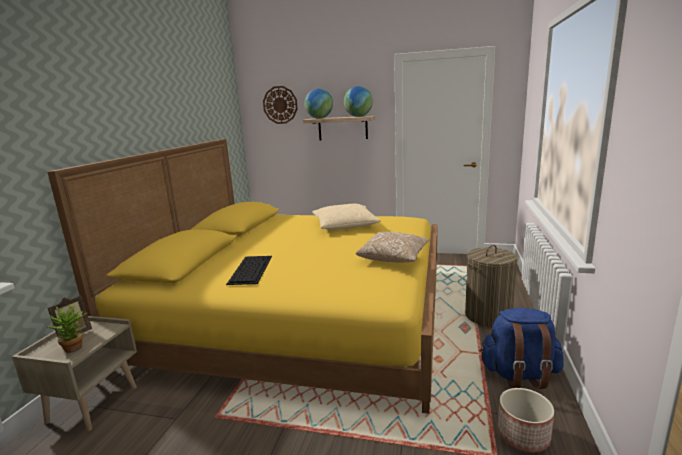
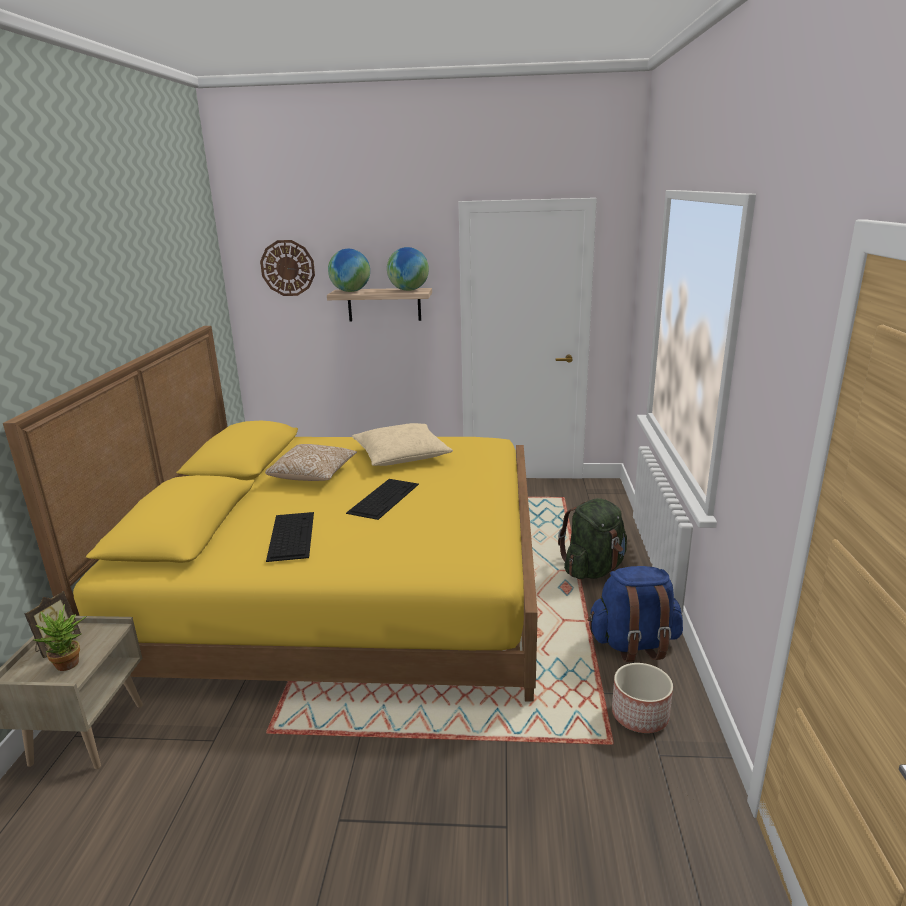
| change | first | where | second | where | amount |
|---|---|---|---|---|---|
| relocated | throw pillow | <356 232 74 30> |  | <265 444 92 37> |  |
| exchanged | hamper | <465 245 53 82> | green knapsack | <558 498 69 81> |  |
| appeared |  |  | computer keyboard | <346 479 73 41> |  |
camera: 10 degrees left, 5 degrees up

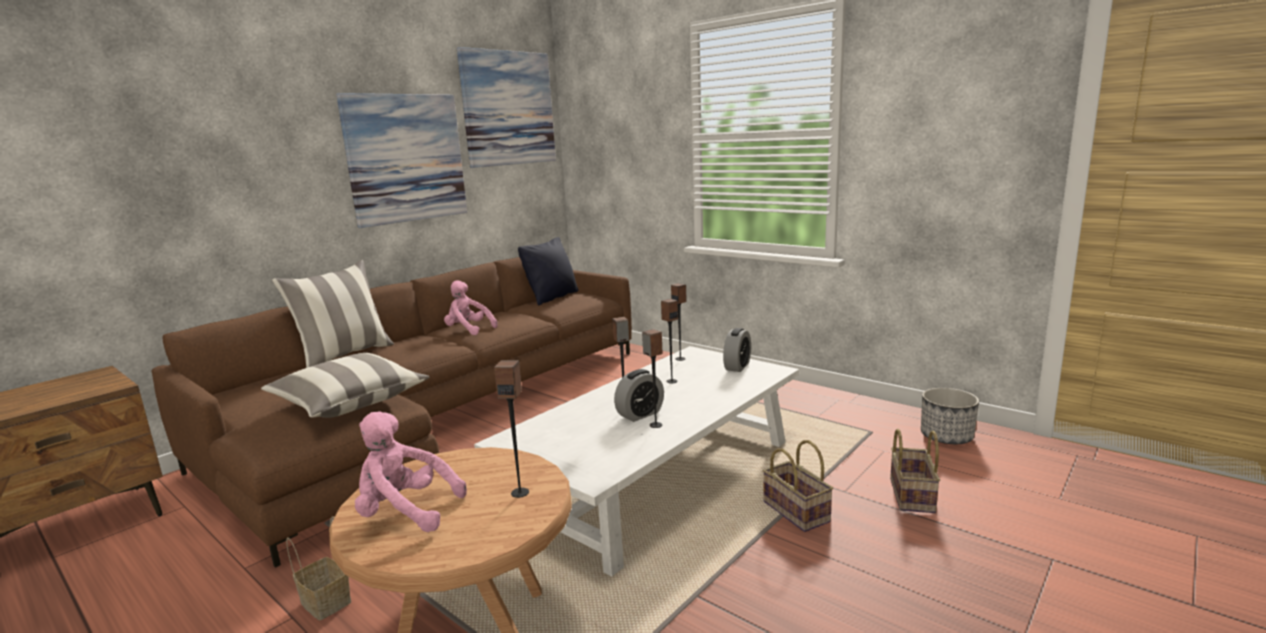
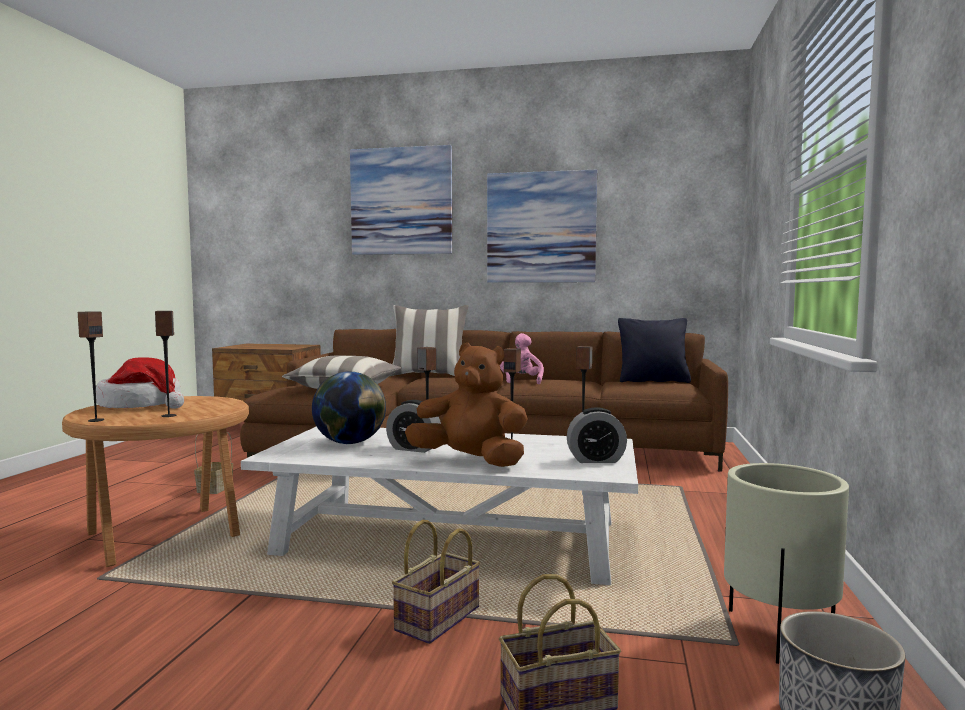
| change | first | where | second | where | amount |
|---|---|---|---|---|---|
| relocated | wall picture | <457 47 99 121> |  | <350 145 102 110> |  |
| relocated | loudspeaker | <642 329 21 99> |  | <78 311 26 111> |  |
| exchanged | pink plush toy | <355 412 112 120> | hat | <96 357 88 52> |  |
| appeared |  |  | brown plush toy | <405 343 123 124> |  |
| appeared |  |  | globe | <312 371 74 73> |  |
| appeared |  |  | sand-coloured plant pot | <724 463 125 201> |  |
camera: 60 degrees right, 10 degrees down

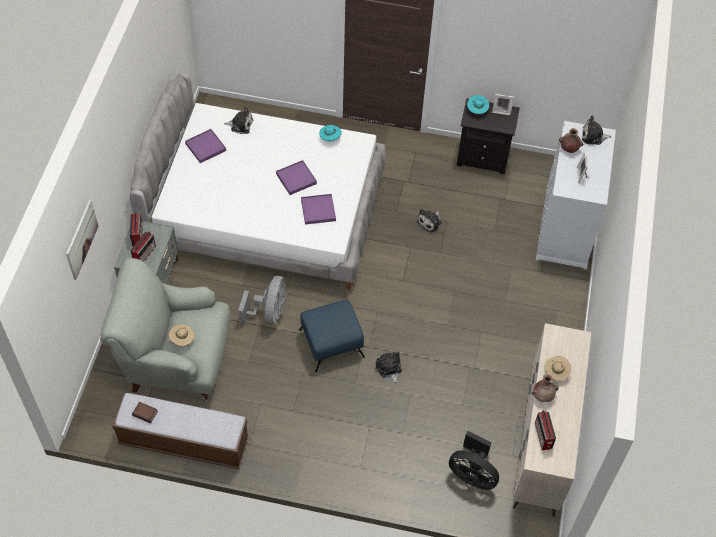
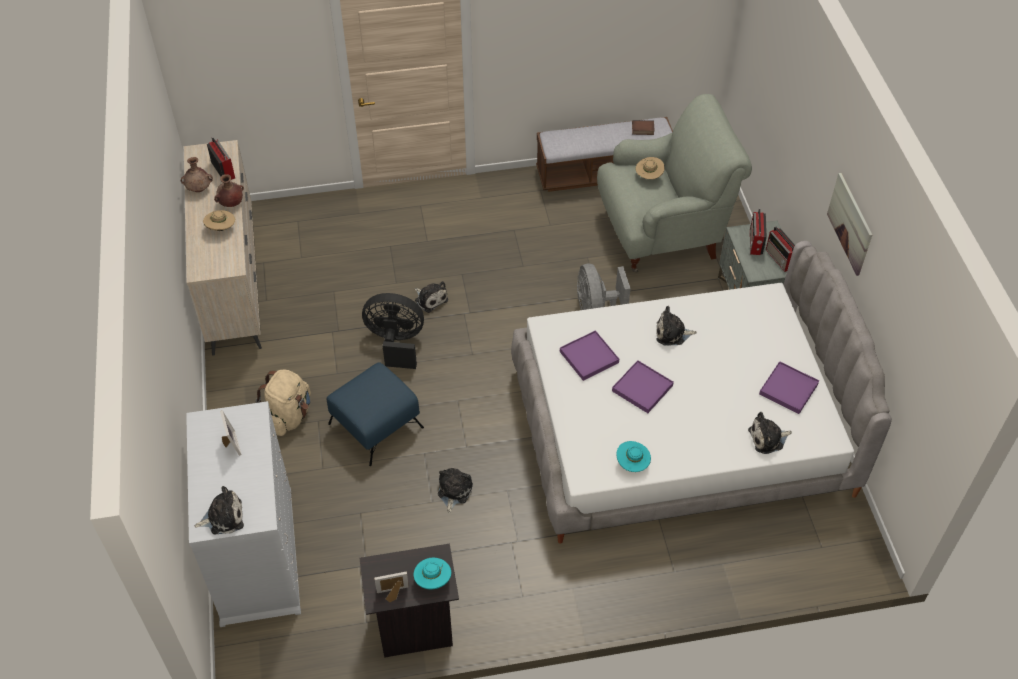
| change | first | where | second | where | amount |
|---|---|---|---|---|---|
| relocated | brown decorative vase | <559 128 24 25> |  | <181 157 32 35> |  |
| relocated | wall picture | <66 200 32 80> |  | <827 173 45 103> |  |
| relocated | blue pouffe | <299 299 66 73> |  | <326 362 98 104> |  |
| relocated | black fan | <449 431 50 59> |  | <362 293 62 76> |  |
| appeared |  |  | plush toy | <657 306 40 40> |  |
| appeared |  |  | sand-coloured knapsack | <255 370 56 66> |  |
camera: 160 degrees right, 5 degrees down

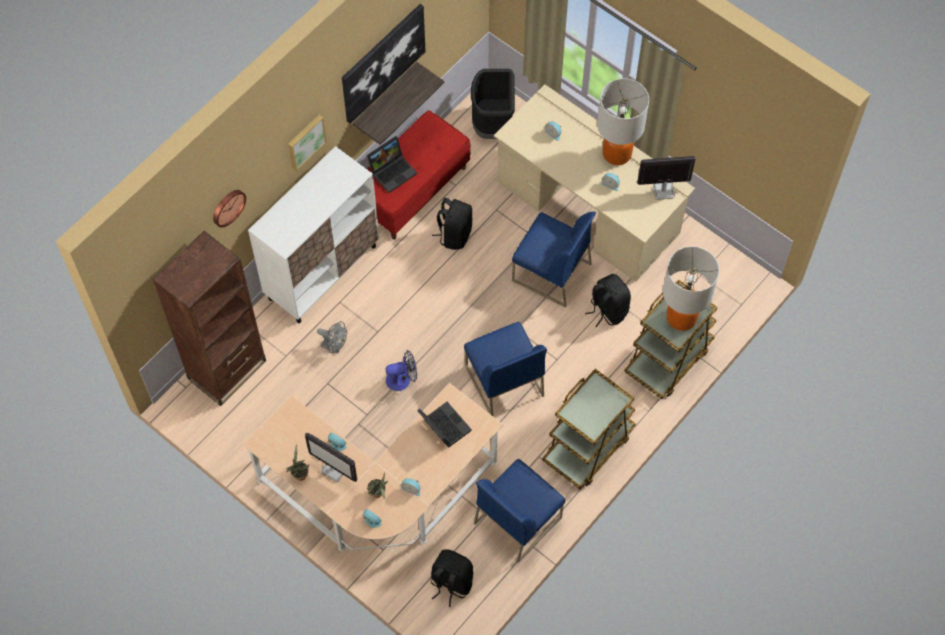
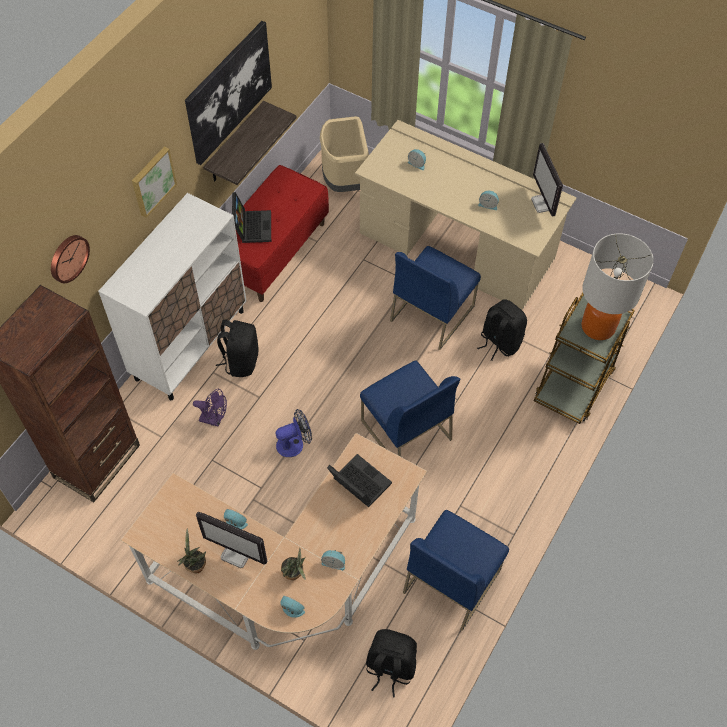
| change | first | where | second | where | amount |
|---|---|---|---|---|---|
| colour | black rubbish bin | <471 69 44 70> | sand-coloured rubbish bin | <320 116 49 76> |  |
| missing | tabletop lamp | <597 78 52 87> |  |  |  |
| spun | notebook computer | <367 136 50 57> |  | <232 192 39 51> | 45 degrees counterclockwise |
| spun | computer display | <637 156 59 44> |  | <531 143 32 73> | 90 degrees counterclockwise |
| relocated | black knapsack | <432 198 40 52> |  | <216 320 43 57> |  |
| spun | blue upright chair | <512 212 84 95> |  | <390 246 91 104> | 105 degrees clockwise |
| colour | greyish fan | <317 321 30 33> | purplish fan | <193 389 34 38> |  |
| missing | brown trolley | <542 369 94 120> |  |  |  |
camera: 10 degrees left, 5 degrees down

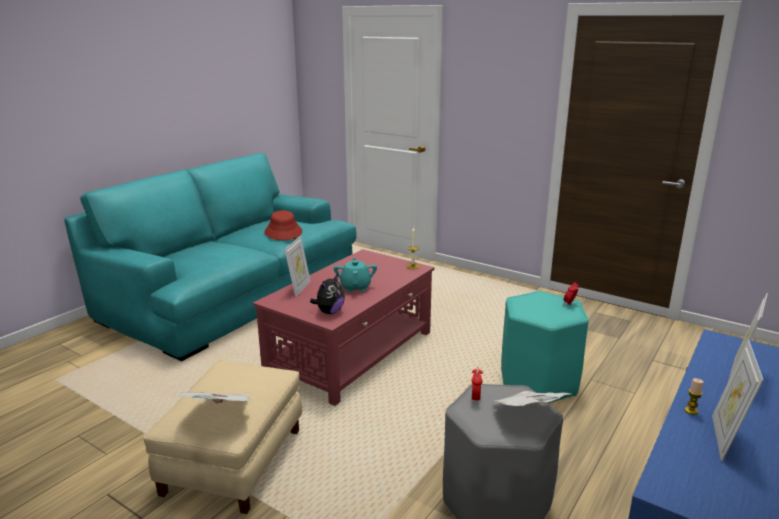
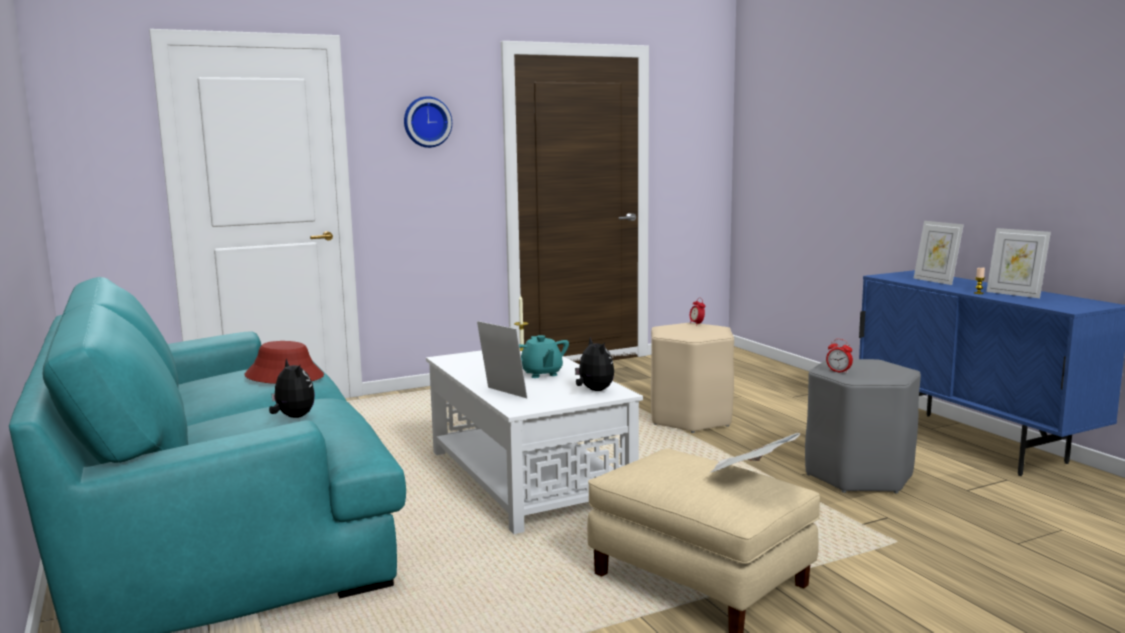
| change | first | where | second | where | amount |
|---|---|---|---|---|---|
| colour | reddish lounge table | <253 249 182 157> | white-coloured lounge table | <426 350 217 184> |  |
| spun | blue-green tea pot | <334 258 43 34> |  | <519 335 50 43> | 135 degrees counterclockwise |
| colour | blue-green stool seat | <501 291 88 112> | sand-coloured stool seat | <651 323 83 110> |  |
| missing | daily paper | <494 391 76 15> |  |  |  |
| appeared |  |  | wall clock | <404 96 48 52> |  |
| appeared |  |  | plush toy | <269 358 46 60> |  |
camera: 60 degrees left, 10 degrees down

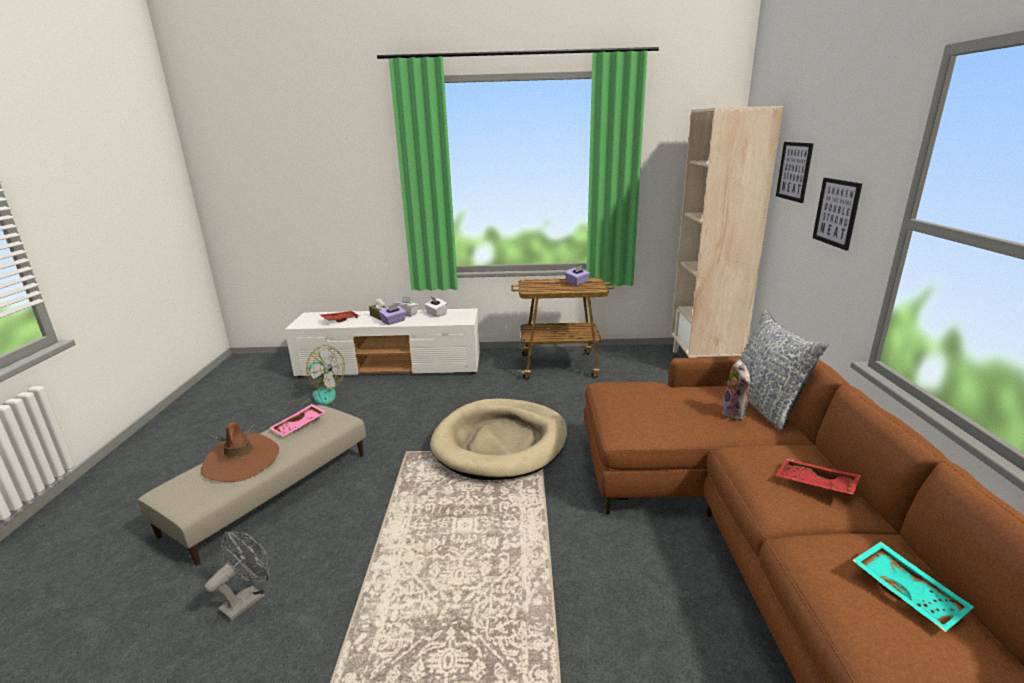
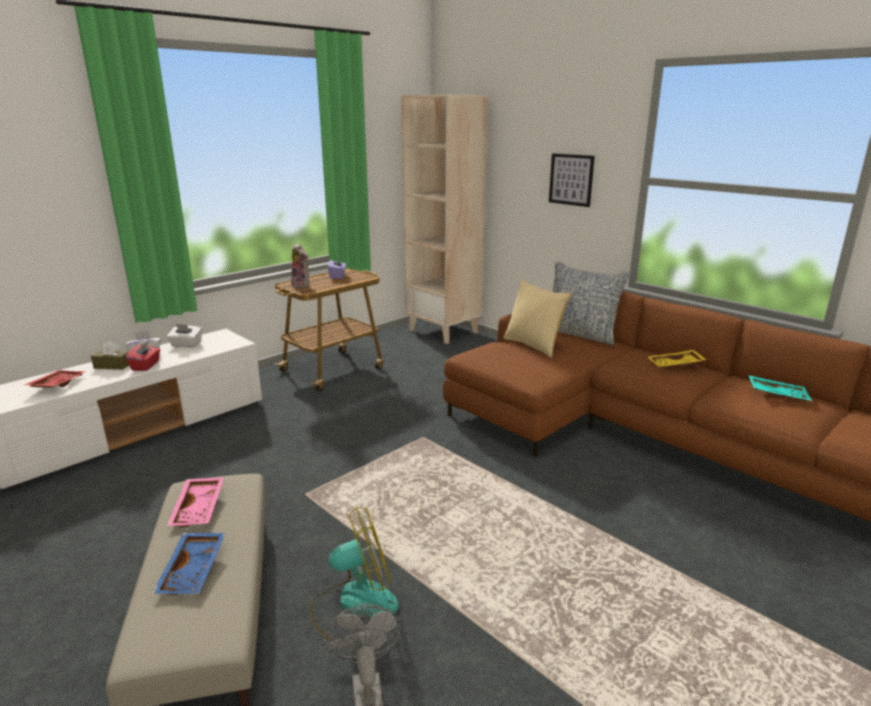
| change | first | where | second | where | amount |
|---|---|---|---|---|---|
| missing | wall picture | <776 142 38 61> |  |  |  |
| colour | purplish tissue box | <379 304 28 21> | reddish tissue box | <126 340 34 31> |  |
| relocated | fan | <292 345 53 61> |  | <309 506 90 139> |  |
| relocated | plush toy | <721 360 31 61> |  | <291 243 18 45> |  |
| missing | sand-coloured dog bed | <430 398 137 82> |  |  |  |
| exchanged | brown hat | <201 422 78 60> | blue carrying tray | <153 533 72 62> |  |
| colour | reddish carrying tray | <775 459 86 36> | yellow carrying tray | <648 350 58 17> |  |
| appeared |  |  | throw pillow | <504 280 68 78> |  |
camera: 45 degrees left, 0 degrees up

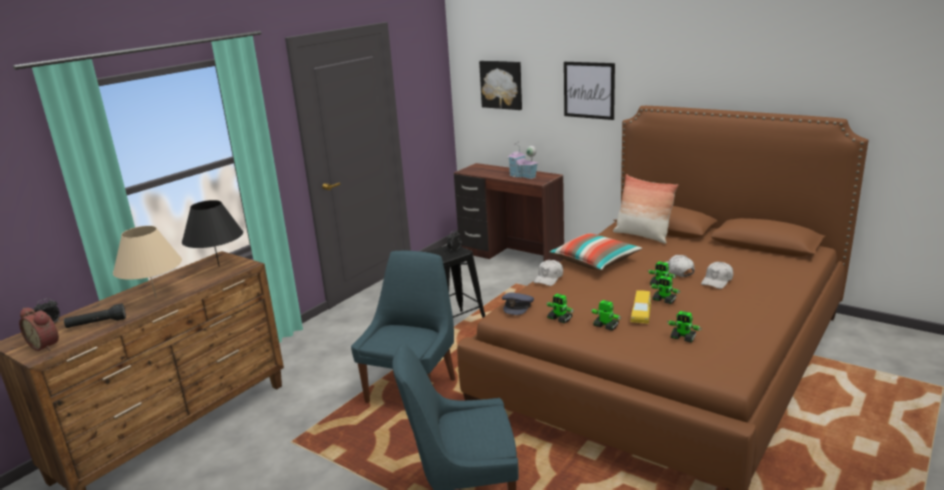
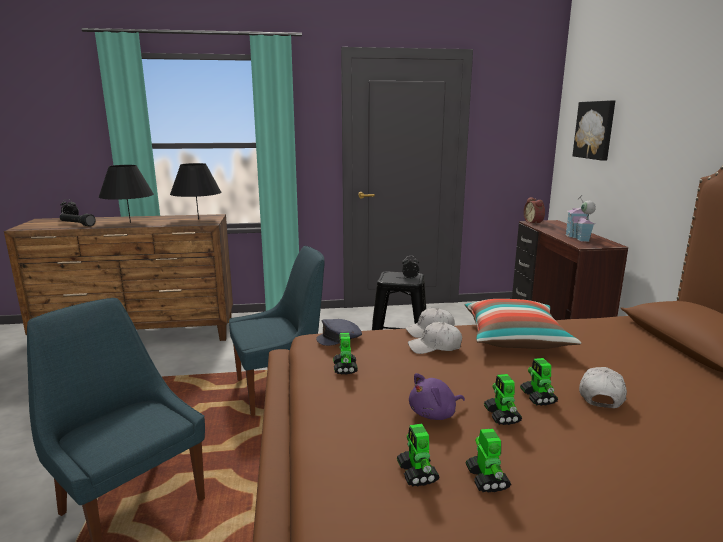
| change | first | where | second | where | amount |
|---|---|---|---|---|---|
| missing | wall picture | <564 62 51 58> |  |  |  |
| missing | throw pillow | <613 174 65 70> |  |  |  |
| colour | sand-coloured tabletop lamp | <113 226 69 72> | black tabletop lamp | <98 165 56 58> |  |
| relocated | white-coloured baseball cap | <701 262 32 27> |  | <408 322 54 32> |  |
| exchanged | yellow model car | <631 290 20 34> | purplish plush toy | <409 373 56 47> |  |
| relocated | robot figure | <591 300 30 31> |  | <465 429 46 64> |  |
| relocated | bedside clock | <19 308 40 43> |  | <524 197 21 28> |  |
camera: 45 degrees right, 5 degrees down

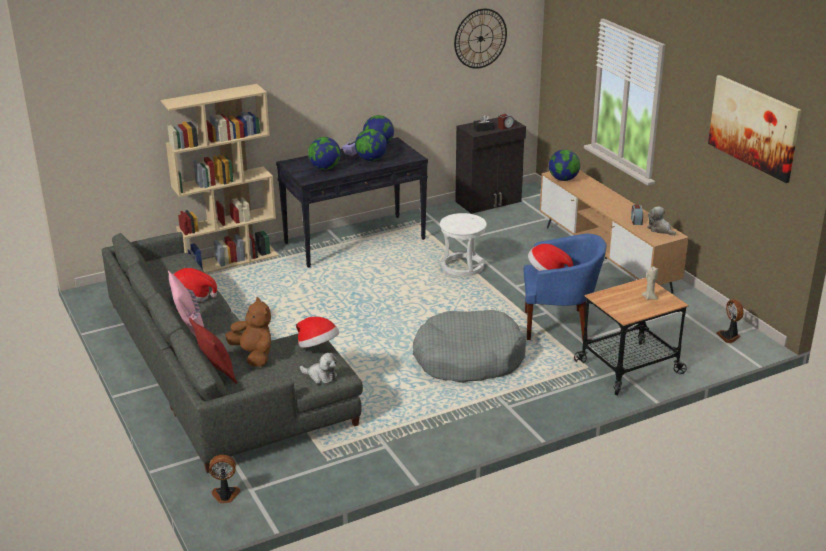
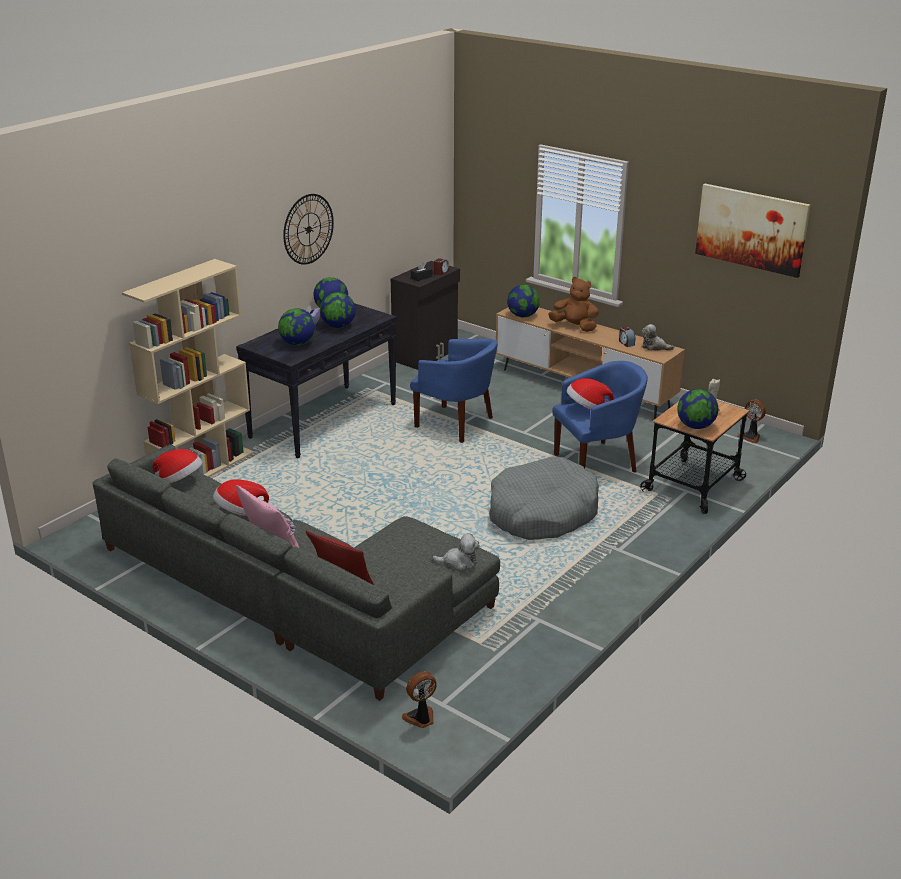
| change | first | where | second | where | amount |
|---|---|---|---|---|---|
| relocated | wall clock | <454 9 53 60> |  | <283 194 51 71> |  |
| exchanged | white-coloured stool seat | <440 213 47 63> | blue easy chair | <410 339 88 104> |  |
| relocated | brown plush toy | <225 297 46 70> |  | <548 277 51 55> |  |
| relocated | hat | <296 317 43 31> |  | <152 449 50 35> |  |
| appeared |  |  | globe | <677 389 41 40> |  |
camera: 25 degrees left, 0 degrees up

